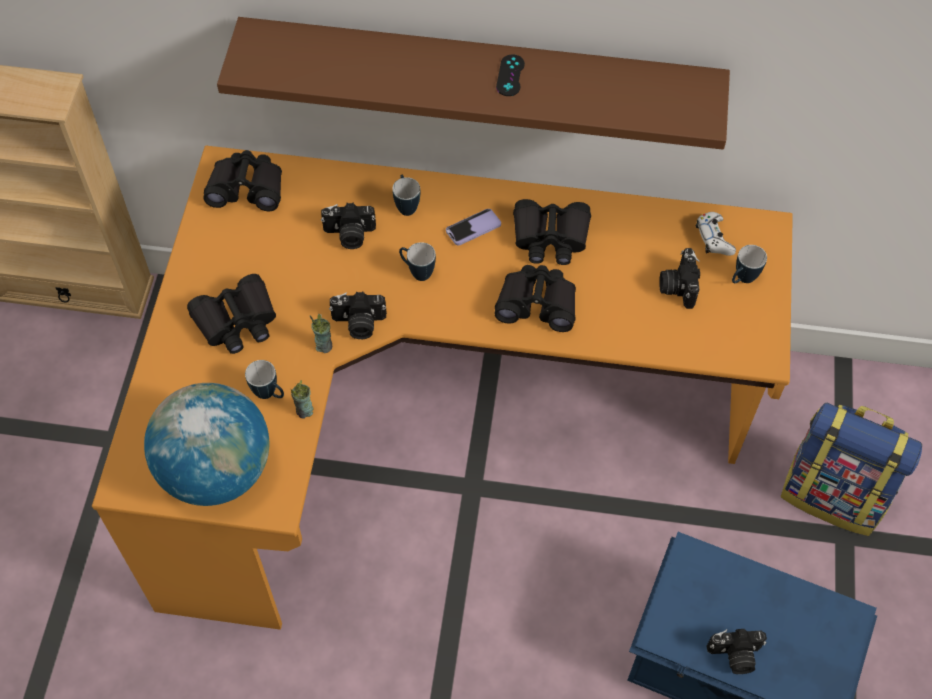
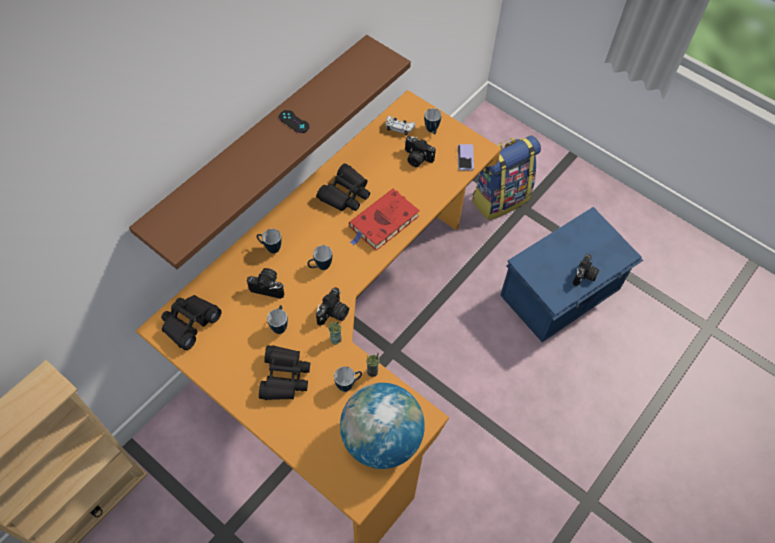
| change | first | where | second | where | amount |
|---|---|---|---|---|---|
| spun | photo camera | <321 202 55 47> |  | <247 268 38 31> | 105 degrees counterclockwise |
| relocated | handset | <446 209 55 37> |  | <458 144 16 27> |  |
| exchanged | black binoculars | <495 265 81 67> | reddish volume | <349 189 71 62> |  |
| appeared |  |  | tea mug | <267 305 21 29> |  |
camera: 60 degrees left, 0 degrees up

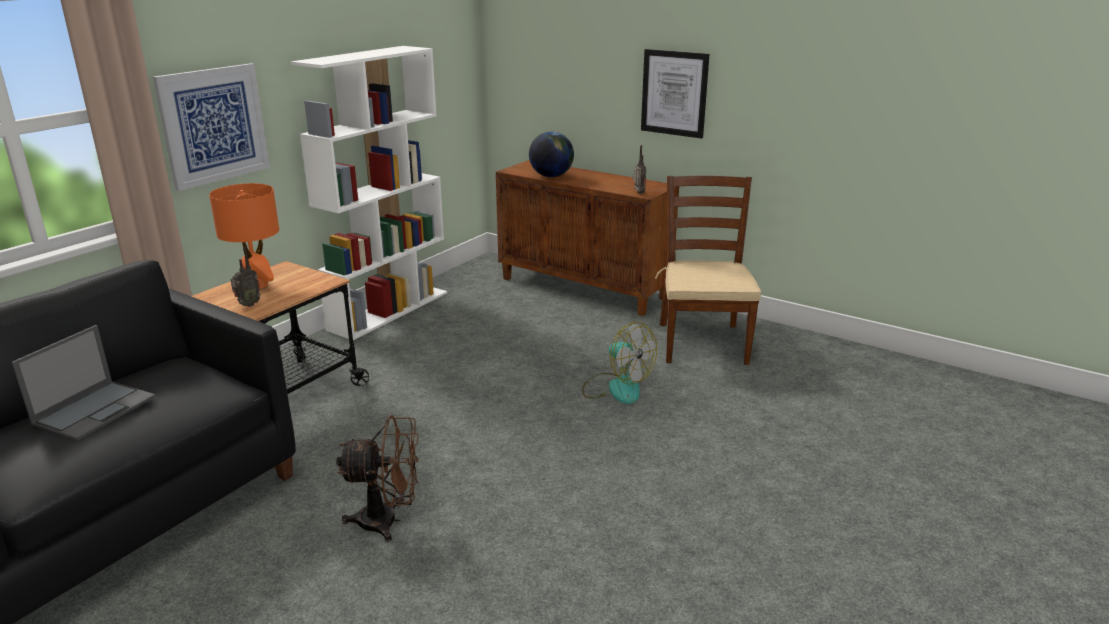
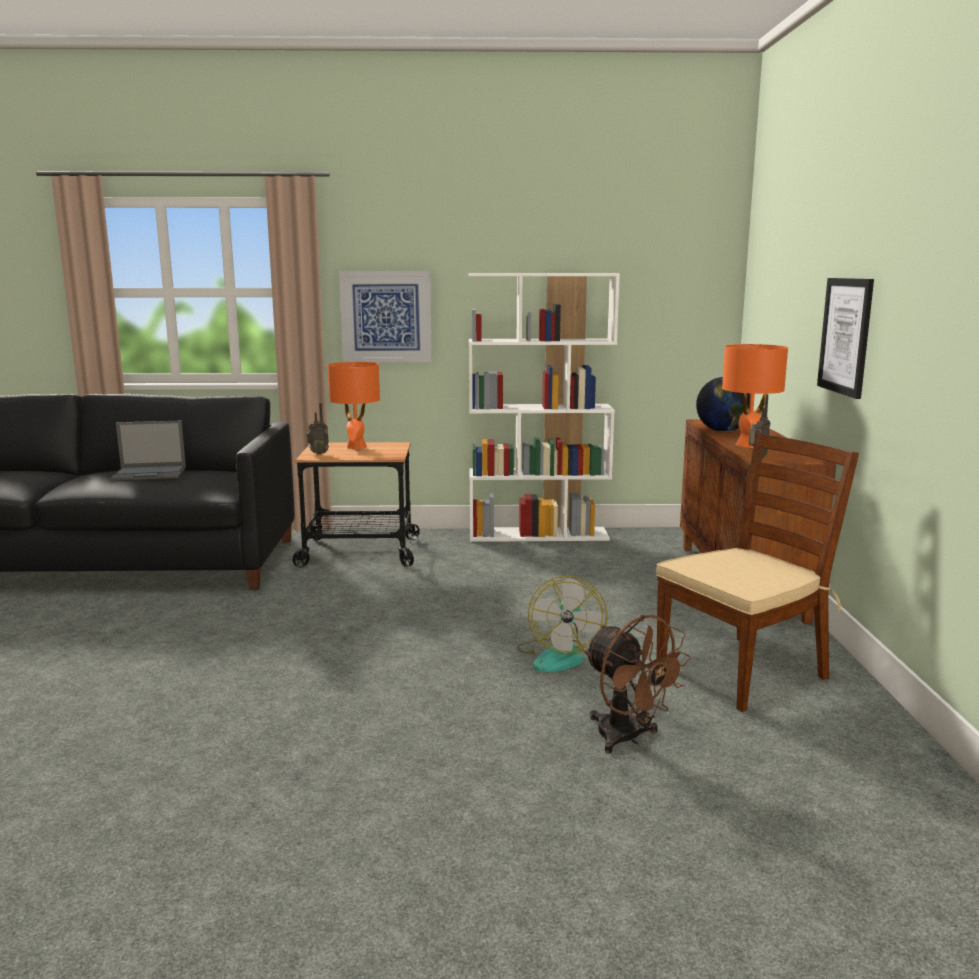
| change | first | where | second | where | amount |
|---|---|---|---|---|---|
| relocated | brown fan | <336 415 83 127> |  | <584 615 107 138> |  |
| appeared |  |  | orange-coloured tabletop lamp | <722 344 66 104> |  |
camera: 55 degrees right, 10 degrees down

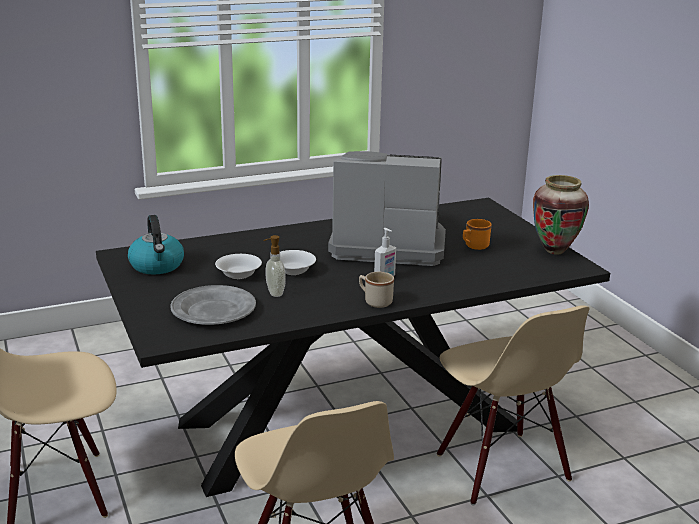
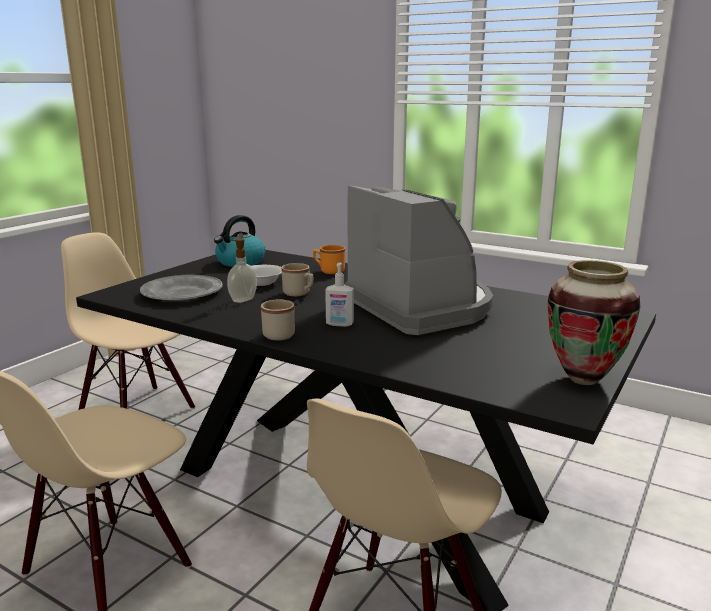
| change | first | where | second | where | amount |
|---|---|---|---|---|---|
| relocated | orange-coloured tea mug | <463 219 29 31> |  | <313 245 32 29> |  |
| exchanged | white-coloured bowl | <280 250 36 25> | sand-coloured tea mug | <281 263 32 33> |  |
camera: 55 degrees right, 5 degrees down

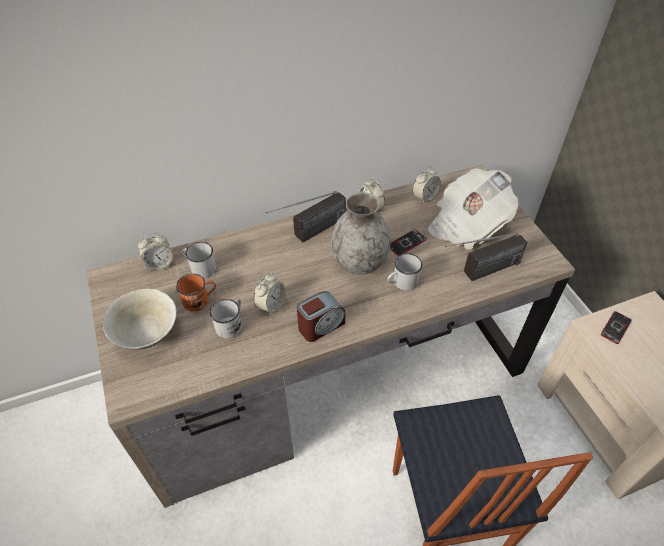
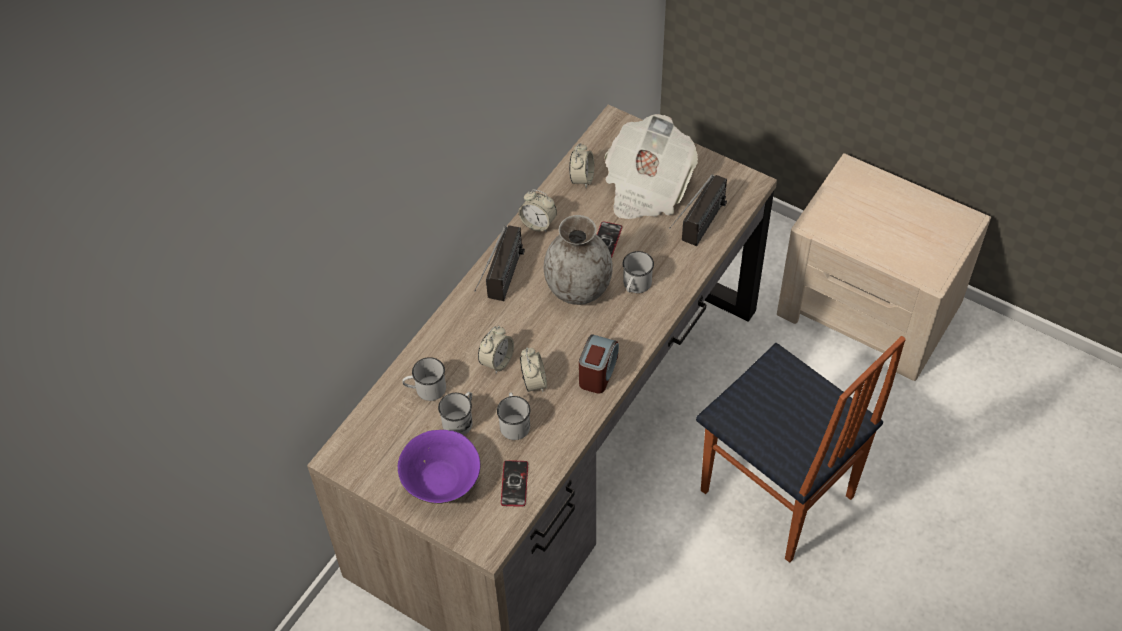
| change | first | where | second | where | amount |
|---|---|---|---|---|---|
| relocated | bedside clock | <138 233 35 38> |  | <478 326 36 47> |  |
| colour | orange-coloured tea mug | <176 273 40 39> | white-coloured tea mug | <438 392 35 43> |  |
| colour | sand-coloured bowl | <103 288 74 62> | purplish bowl | <398 430 83 74> |  |
| relocated | handset | <601 311 31 33> |  | <501 460 27 47> |  |
camera: 35 degrees left, 5 degrees up

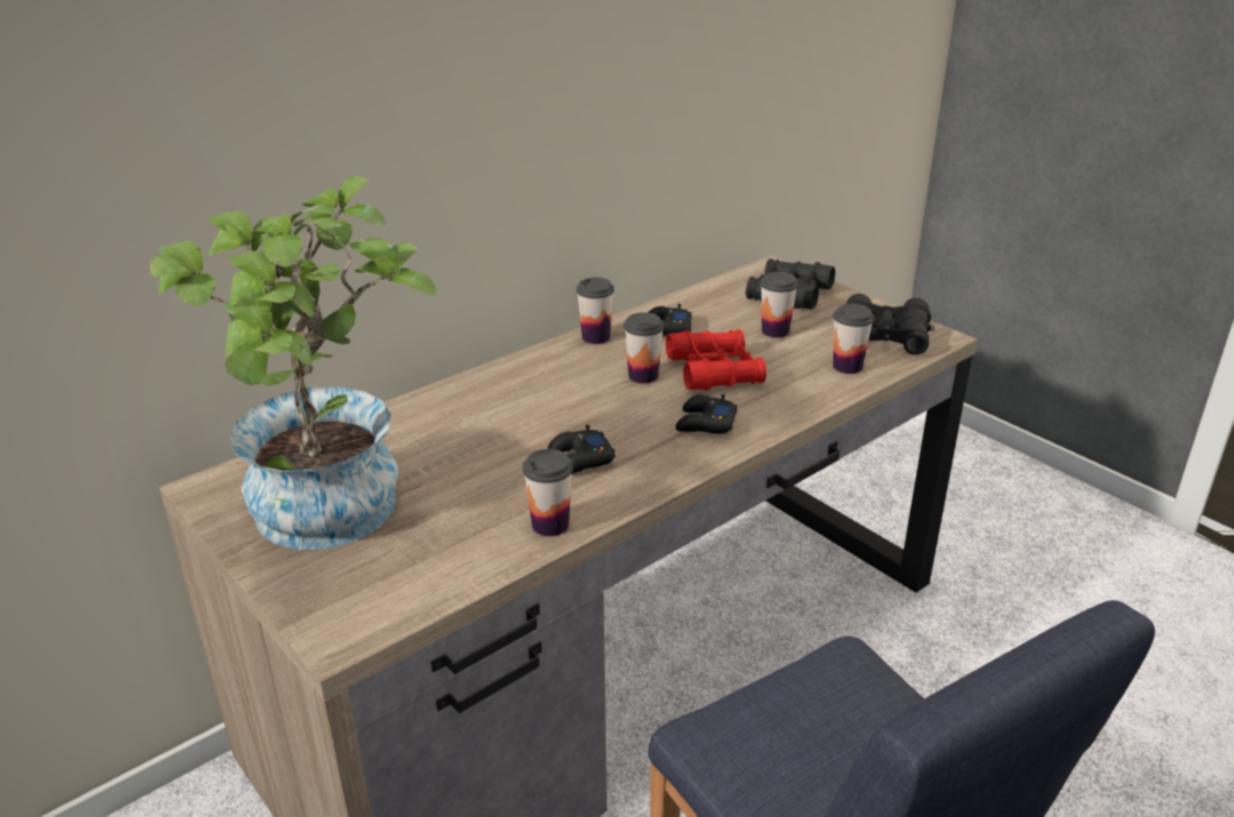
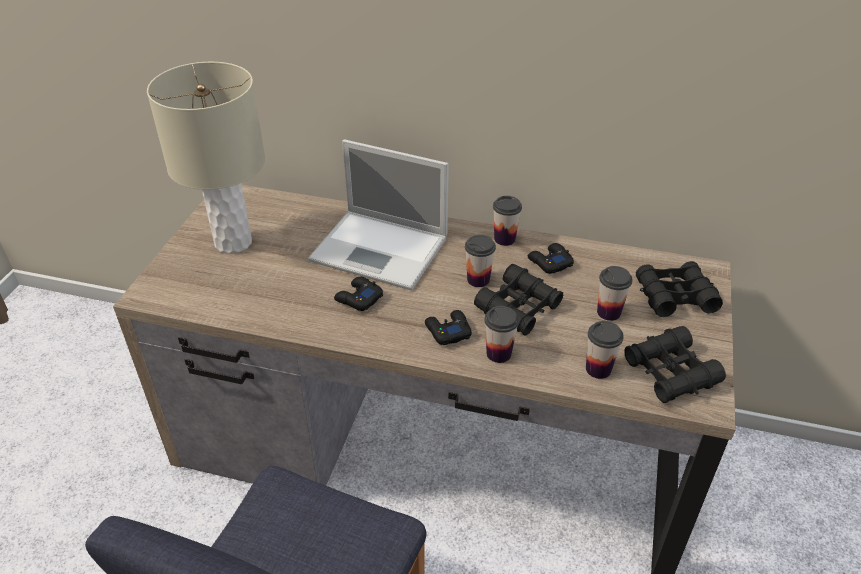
| change | first | where | second | where | amount |
|---|---|---|---|---|---|
| exchanged | potted plant | <150 176 286 374> | sand-coloured tabletop lamp | <147 62 118 192> |  |
| colour | reddish binoculars | <666 330 100 61> | black binoculars | <474 264 89 72> |  |
| relocated | small cup | <522 449 51 87> |  | <484 306 35 57> |  |
| appeared |  |  | notebook computer | <308 139 141 151> |  |
camera: 55 degrees right, 10 degrees up

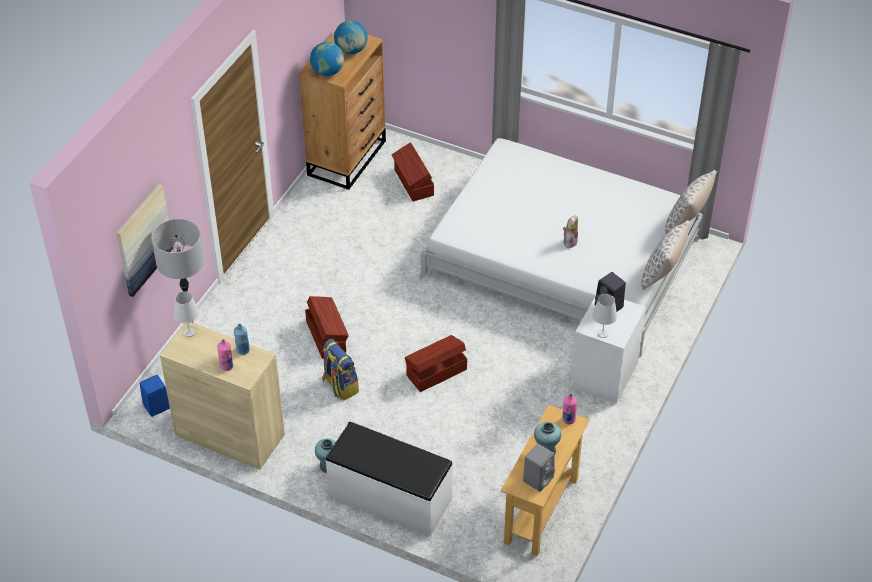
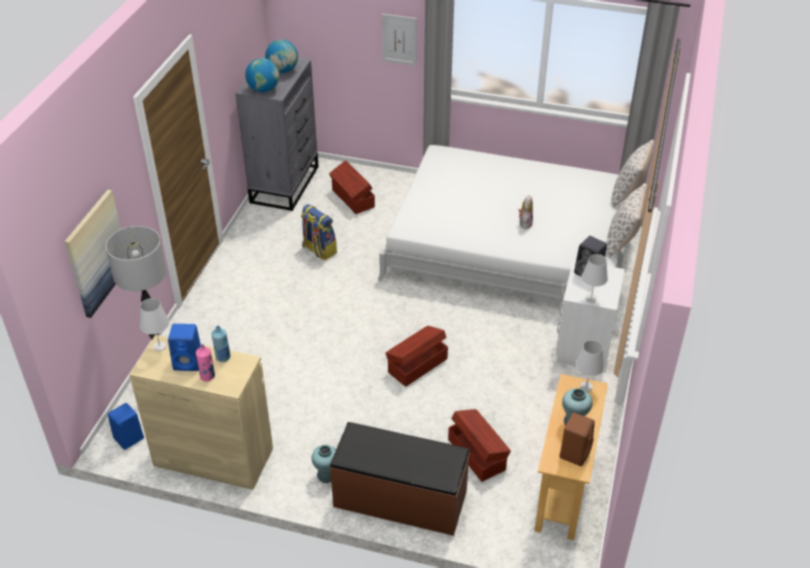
| change | first | where | second | where | amount |
|---|---|---|---|---|---|
| colour | brown chest of drawers | <299 31 87 159> | greyish chest of drawers | <235 55 84 156> |  |
| relocated | brown storage container | <305 296 44 63> |  | <448 409 63 73> |  |
| relocated | knapsack | <322 339 37 62> |  | <301 204 36 56> |  |
| exchanged | pink drink bottle | <562 394 15 30> | white-coloured tabletop lamp | <576 340 29 51> |  |
| colour | white-coloured indoor bench | <325 422 128 114> | brown indoor bench | <330 422 140 114> |  |
| colour | greyish loudspeaker | <523 444 32 48> | brown loudspeaker | <559 412 36 54> |  |
| appeared |  |  | wall picture | <382 14 35 52> |  |
| appeared |  |  | blue loudspeaker | <168 324 32 47> |  |
camera: 10 degrees left, 5 degrees down

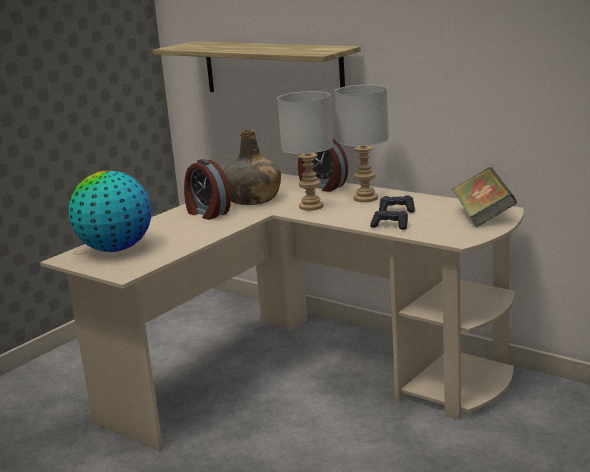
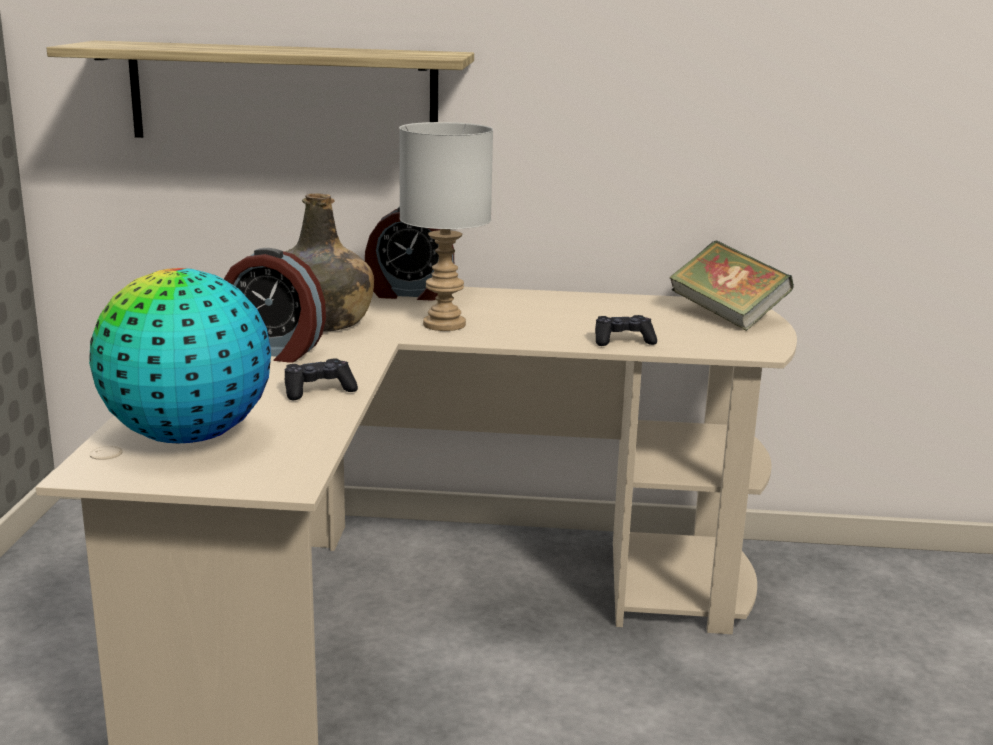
| change | first | where | second | where | amount |
|---|---|---|---|---|---|
| missing | greyish tabletop lamp | <335 85 54 117> |  |  |  |
| relocated | black gamepad | <379 195 36 18> |  | <285 358 73 42> |  |
camera: 35 degrees left, 0 degrees up

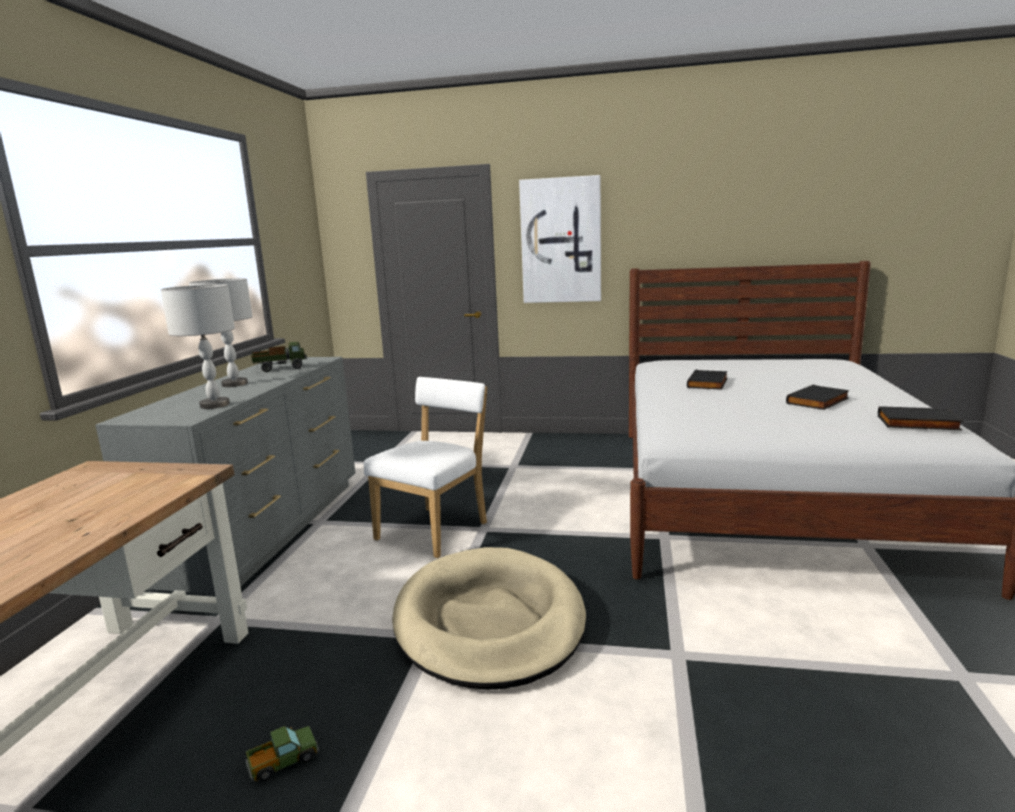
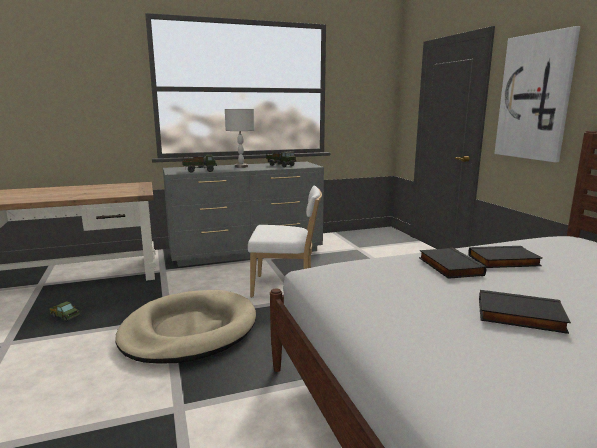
| change | first | where | second | where | amount |
|---|---|---|---|---|---|
| exchanged | greyish tabletop lamp | <161 284 74 125> | model truck | <182 155 35 17> |  |
| relocated | black volume | <878 406 85 24> |  | <419 248 67 31> |  |
camera: 60 degrees right, 0 degrees up

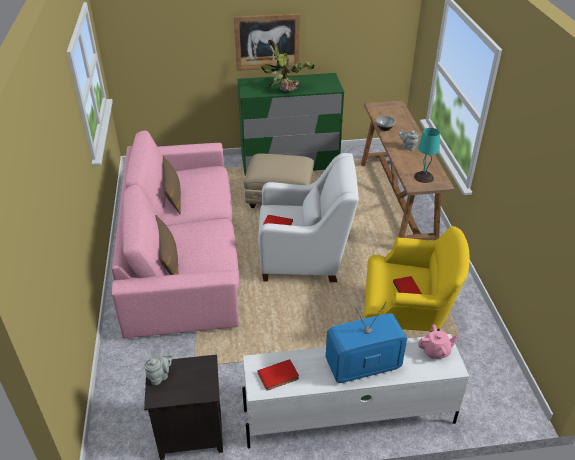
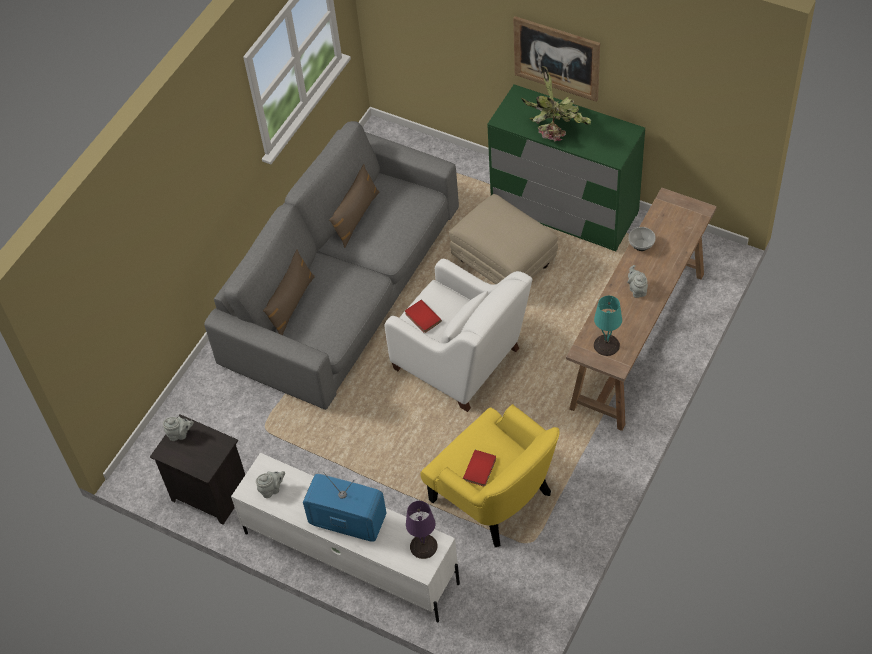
| change | first | where | second | where | amount |
|---|---|---|---|---|---|
| colour | pink sofa | <112 131 127 207> | greyish sofa | <204 121 255 289> |  |
| exchanged | pink tea pot | <418 325 41 34> | purplish tabletop lamp | <406 501 32 58> |  |
| exchanged | reddish volume | <258 359 41 31> | greyish tea pot | <256 471 29 27> |  |
camera: 40 degrees right, 15 degrees up

